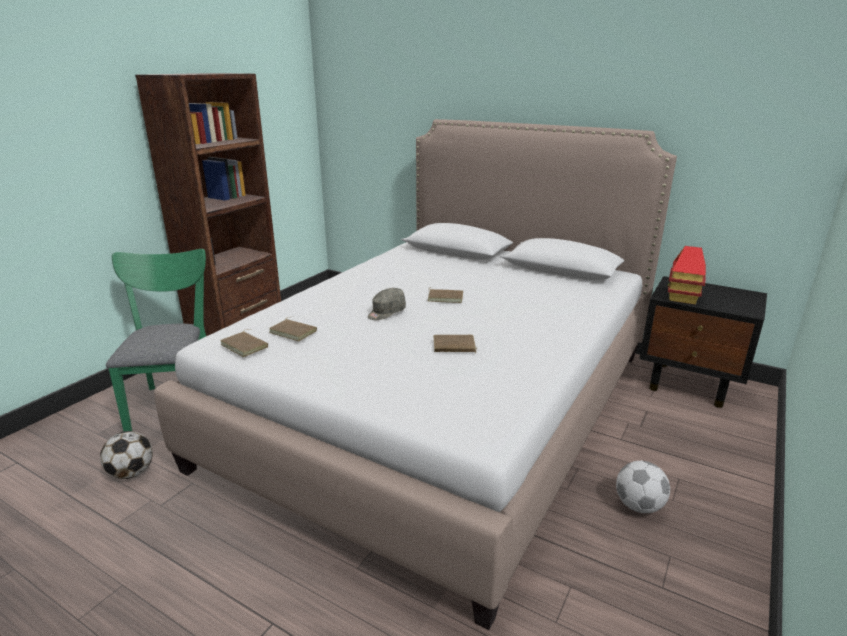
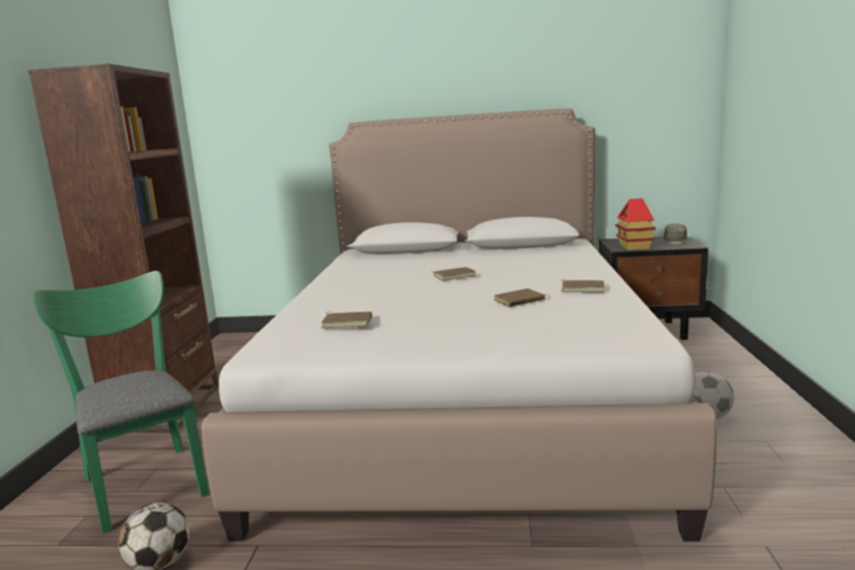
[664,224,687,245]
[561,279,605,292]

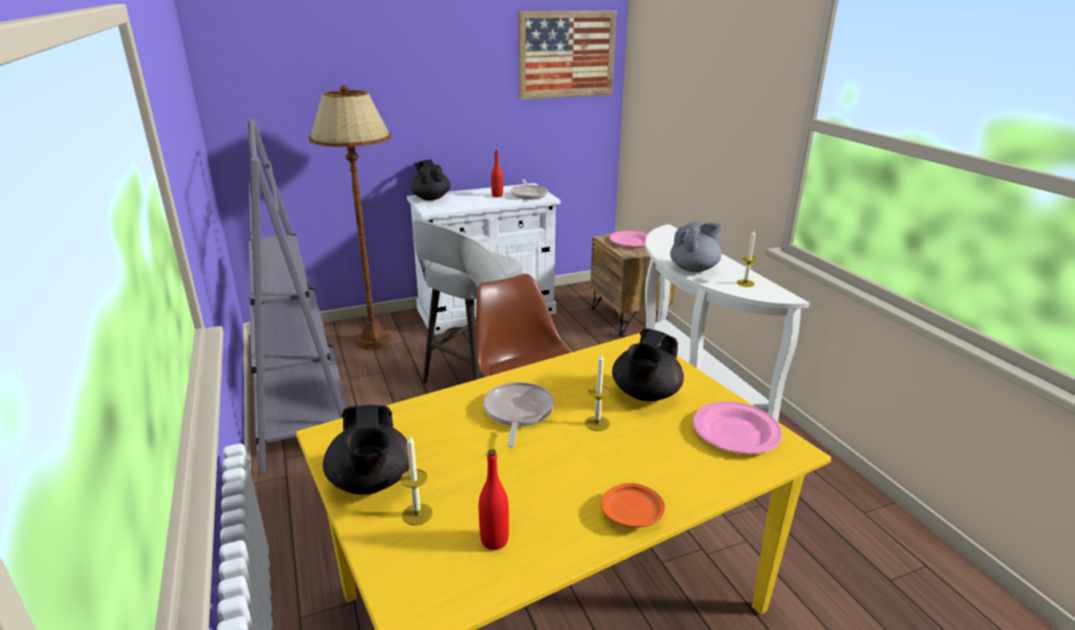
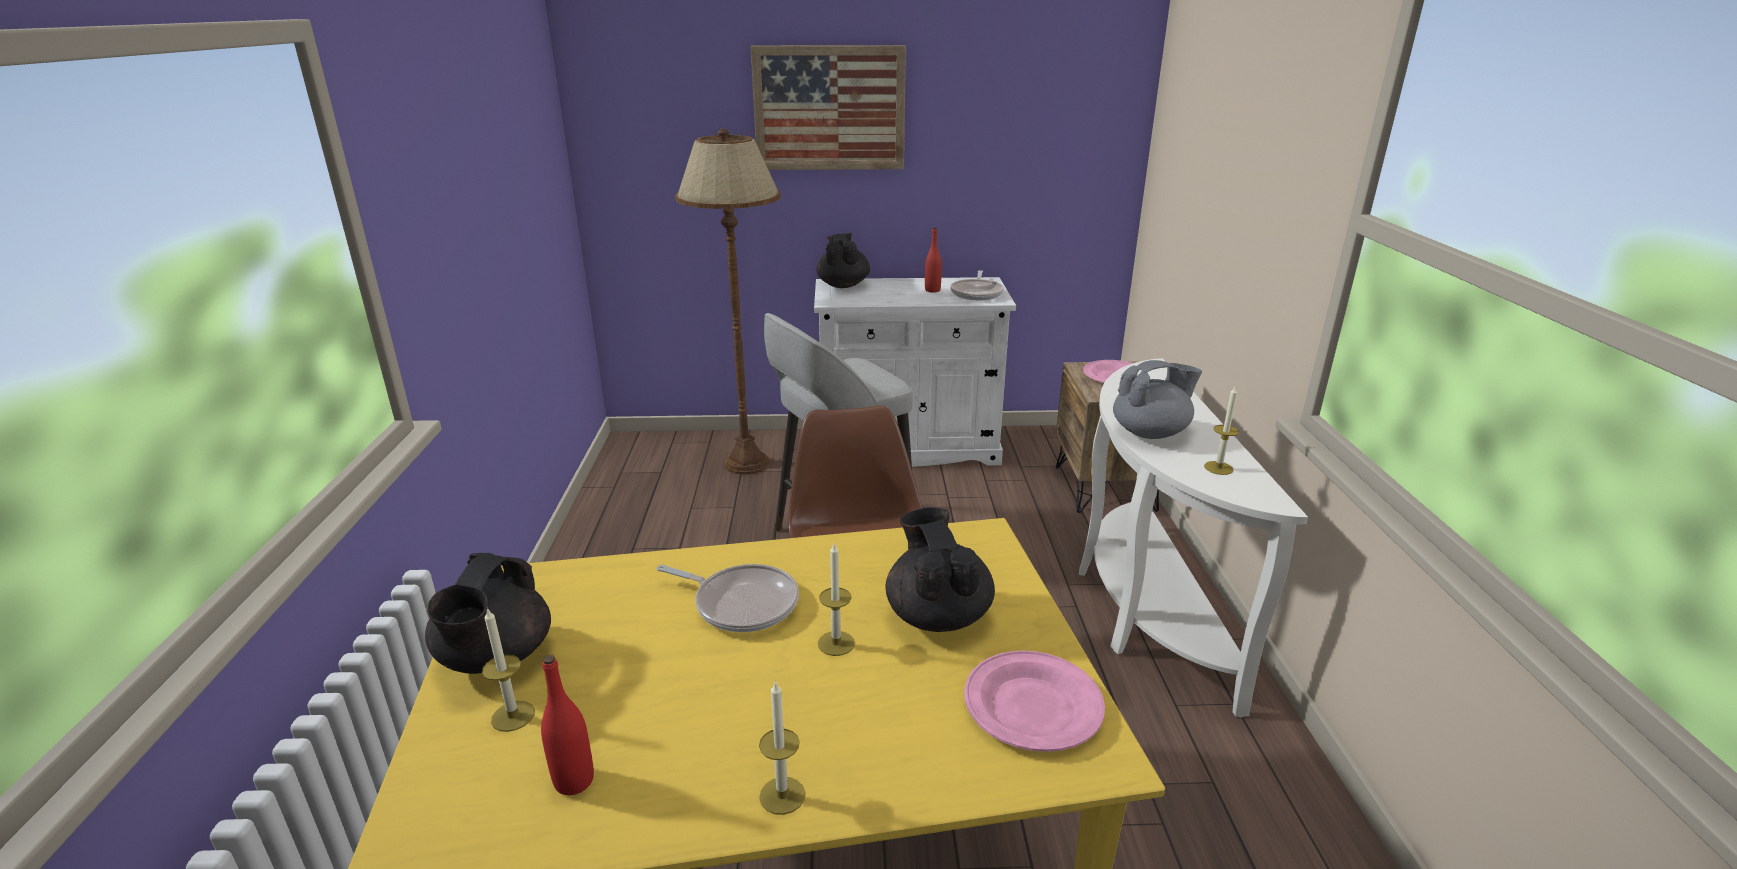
[751,45,906,170]
[248,119,347,475] (first image)
[885,507,995,632]
[657,564,799,632]
[759,680,806,815]

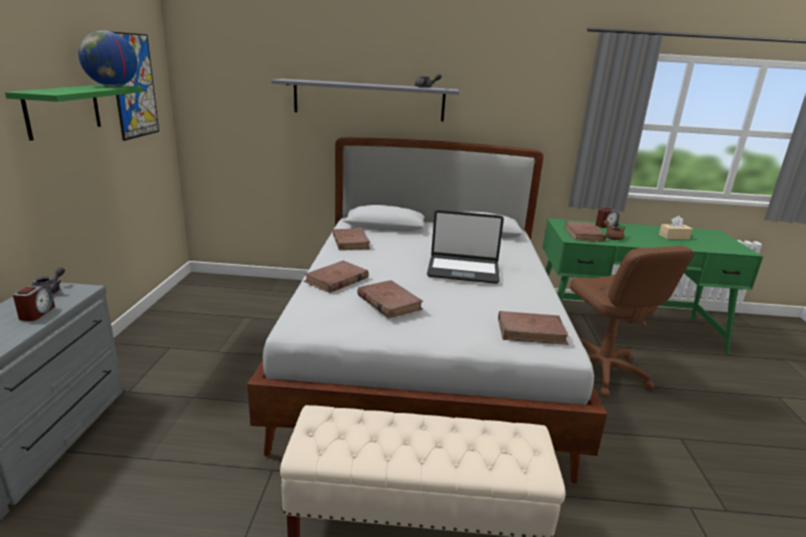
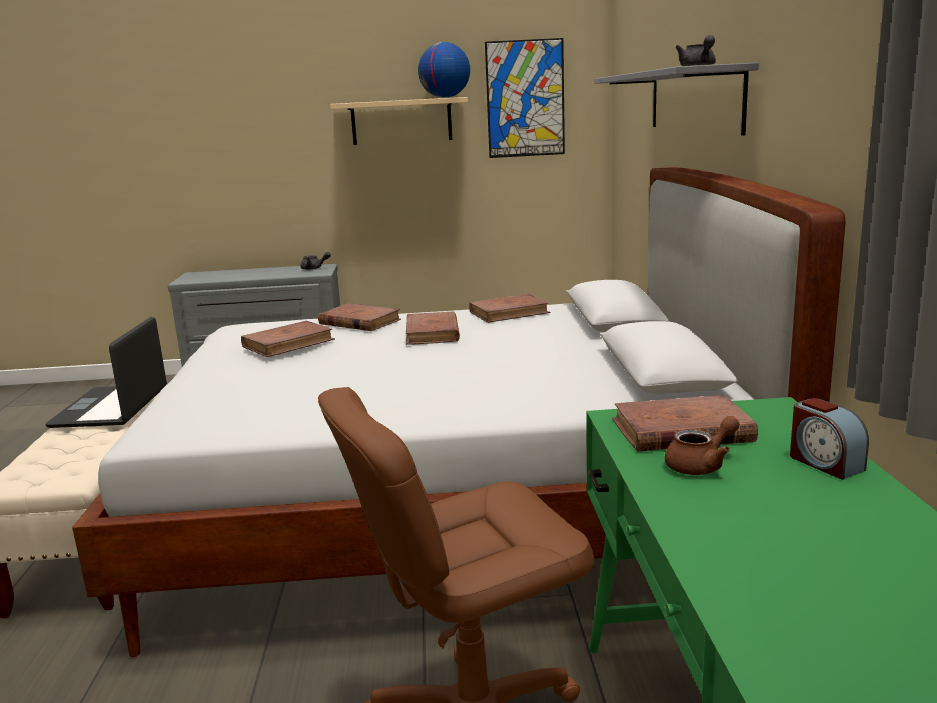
[330,97,468,145]
[45,317,167,428]
[659,216,693,239] (first image)
[13,286,55,321] (first image)
[406,311,460,345]

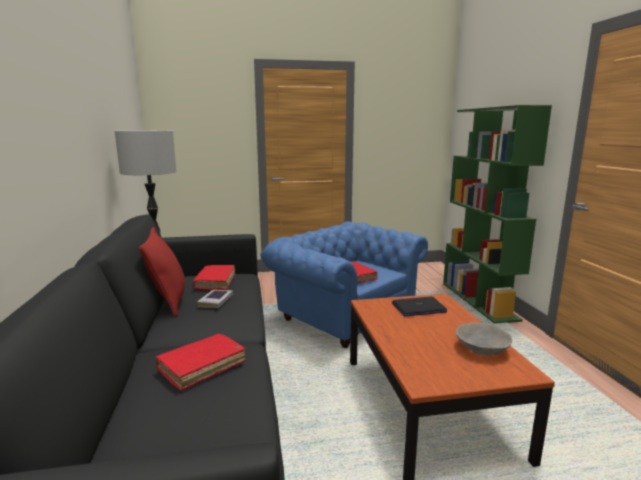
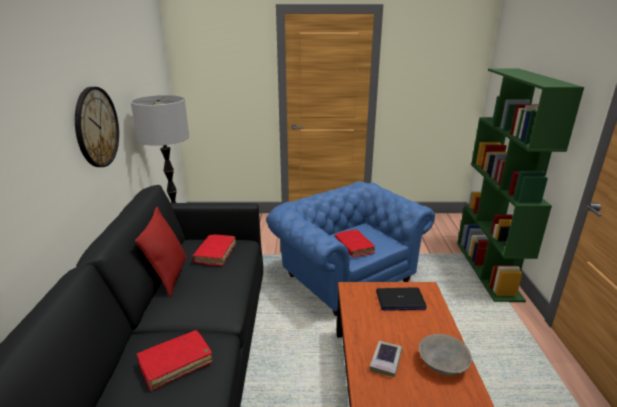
[370,341,402,377]
[75,87,119,167]

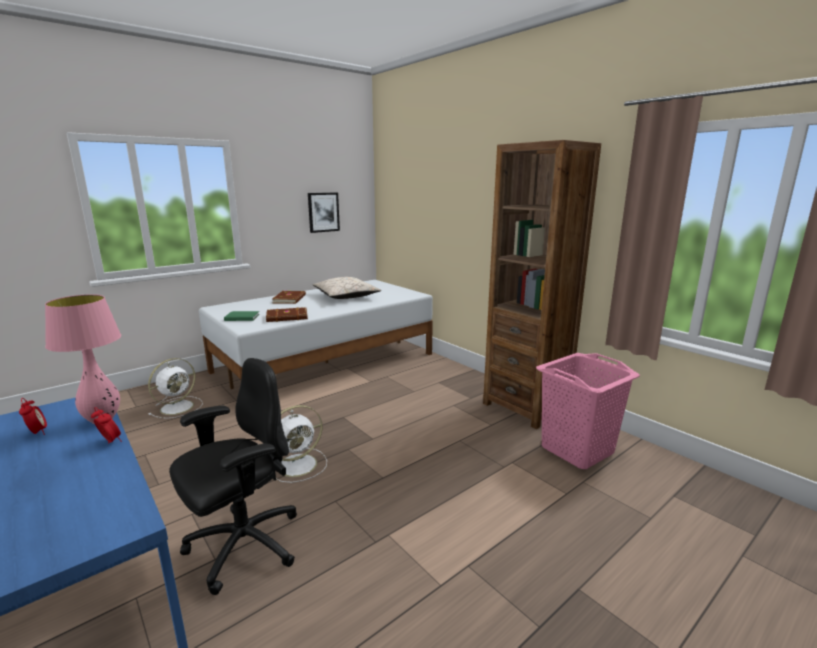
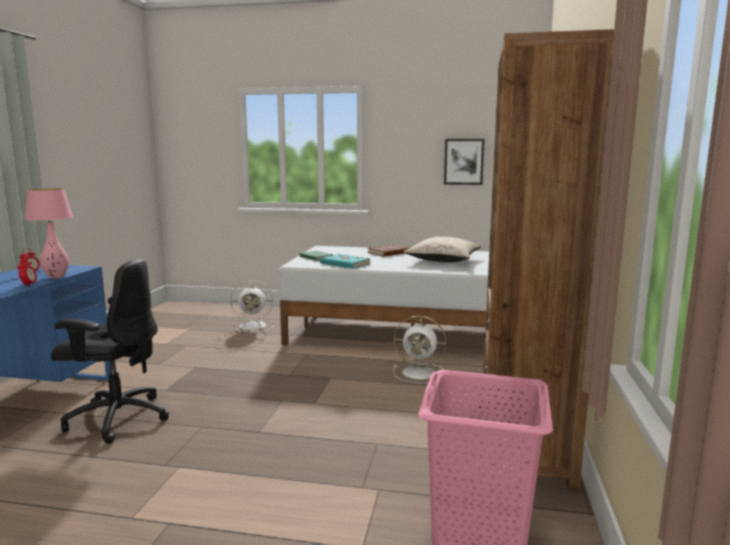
[320,254,371,269]
[393,316,447,384]

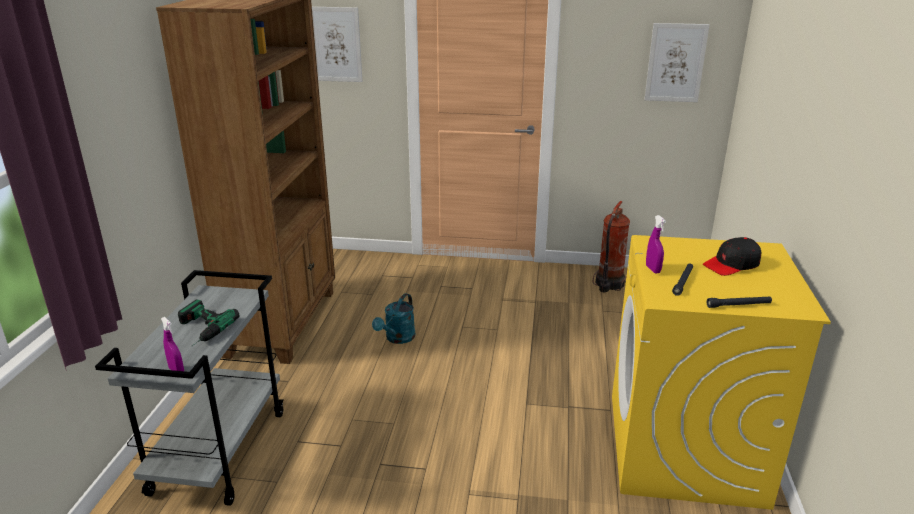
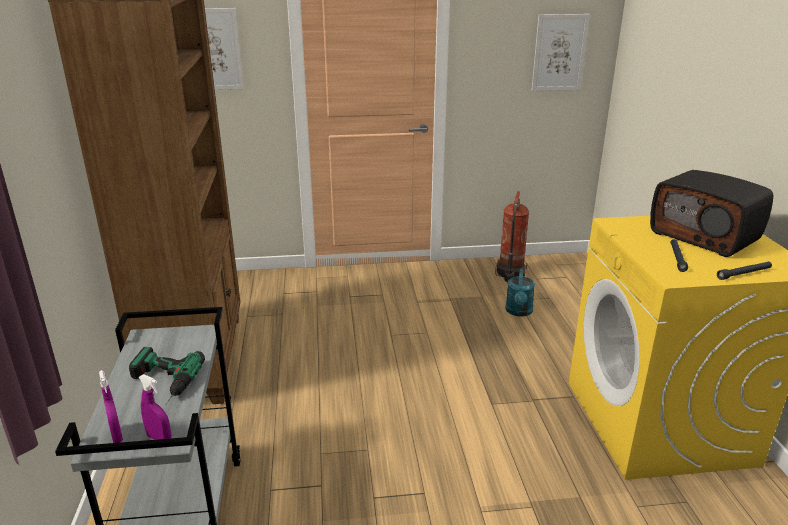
[99,370,123,443]
[650,170,773,257]
[505,269,535,317]

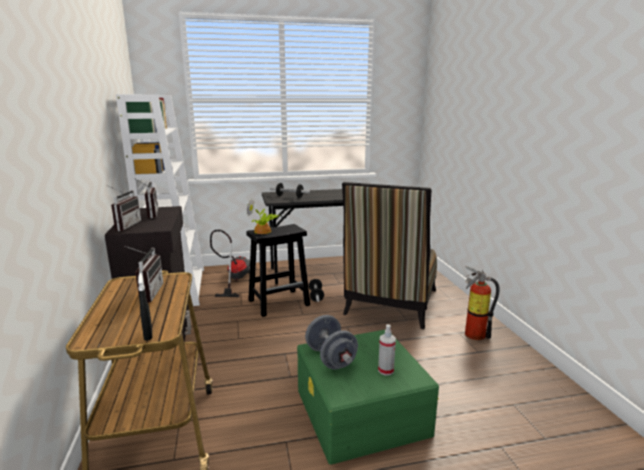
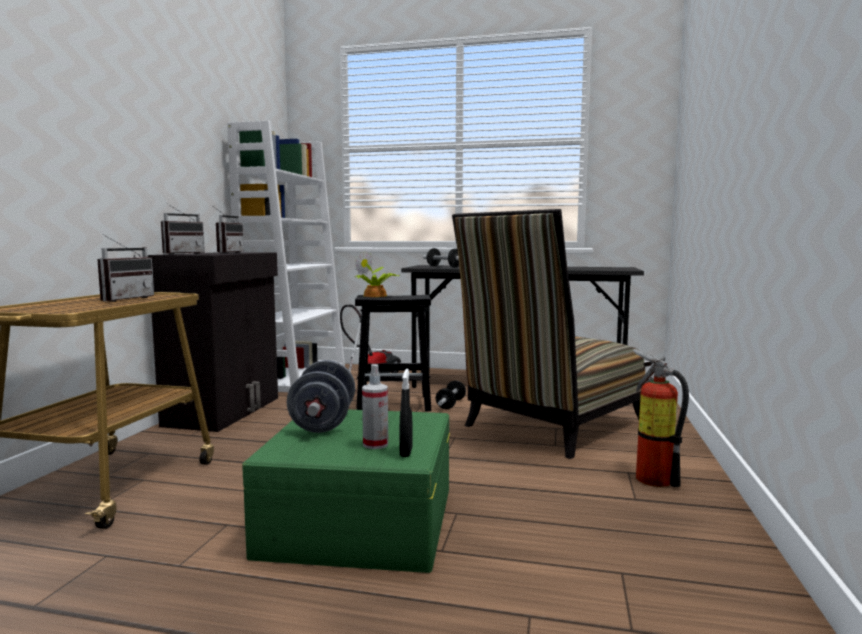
[400,369,413,457]

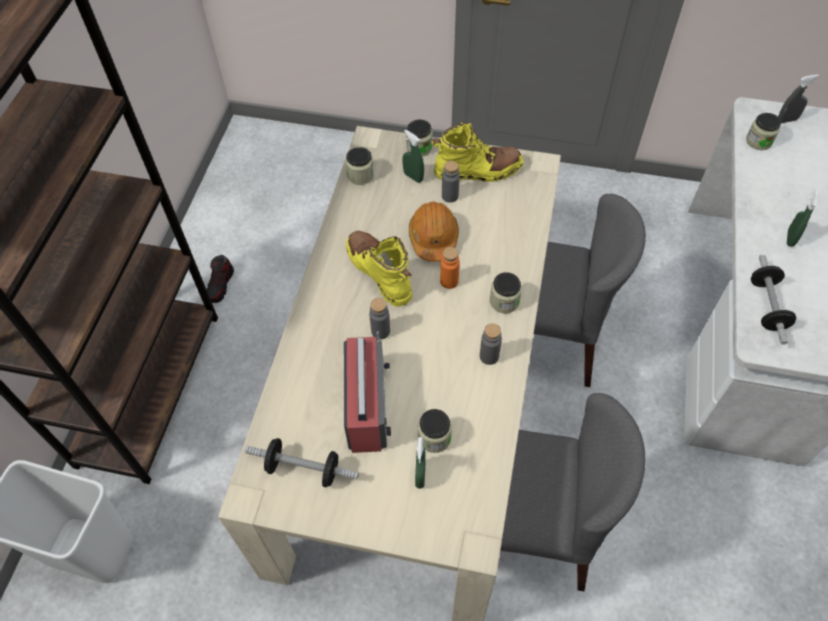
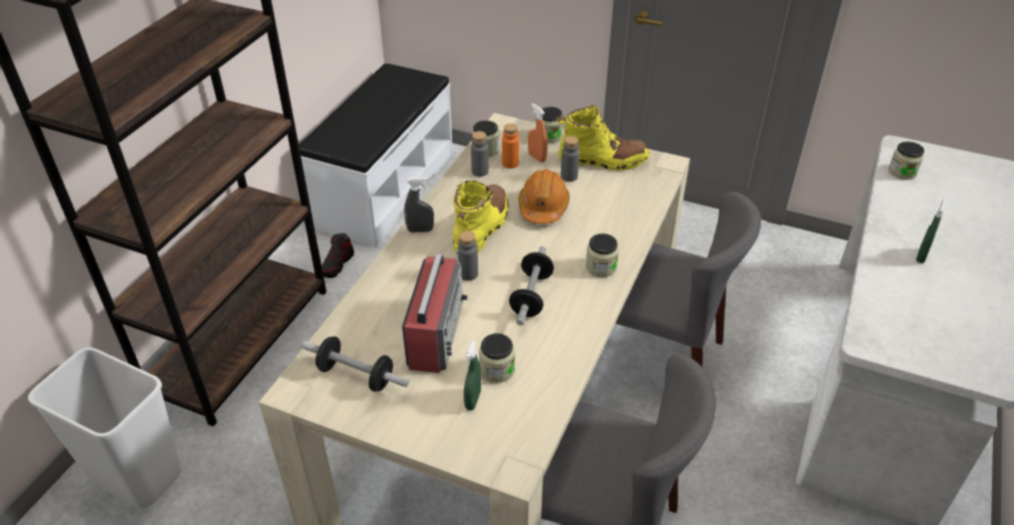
[404,177,434,232]
[528,103,547,163]
[453,180,509,253]
[502,123,519,169]
[509,246,554,325]
[471,131,489,177]
[299,63,453,247]

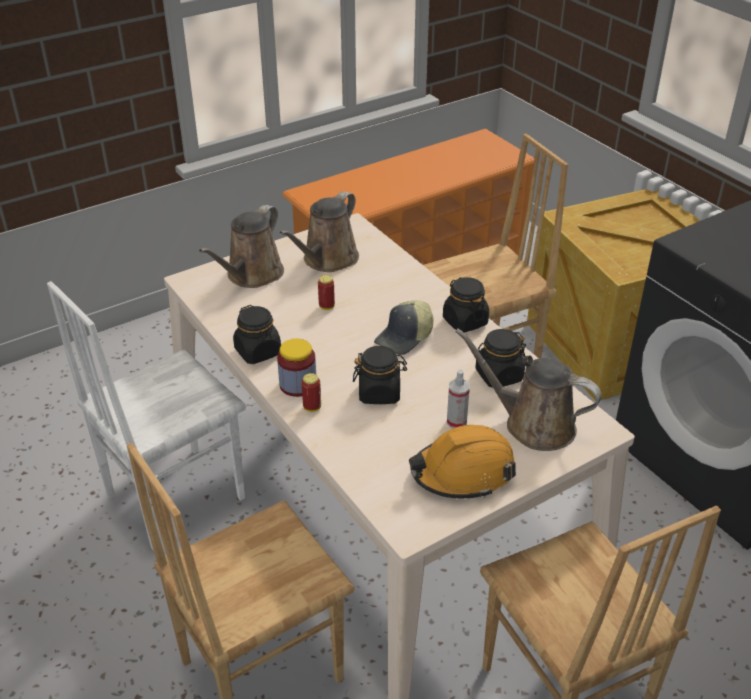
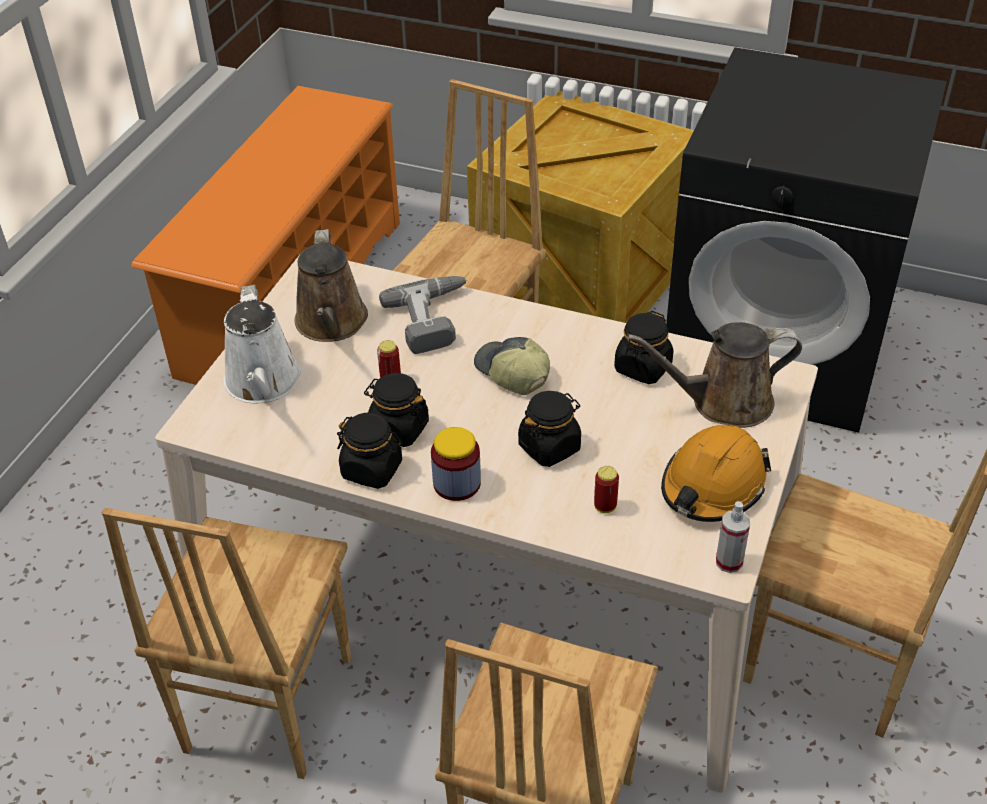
[224,285,301,403]
[364,373,429,447]
[102,508,351,779]
[474,337,550,395]
[716,501,750,573]
[594,466,619,513]
[379,276,467,354]

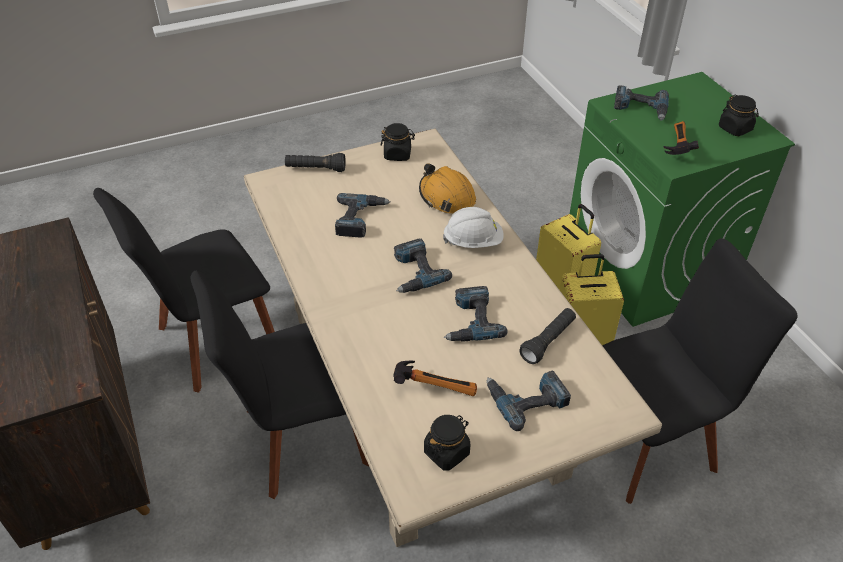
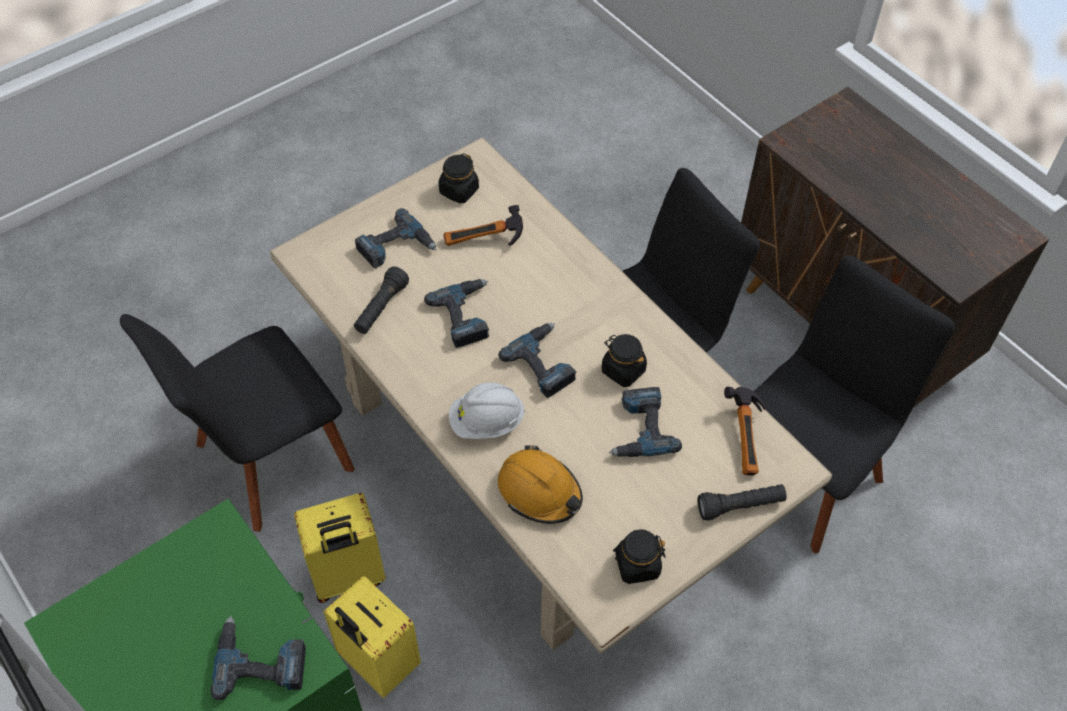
[602,334,647,387]
[724,387,766,476]

